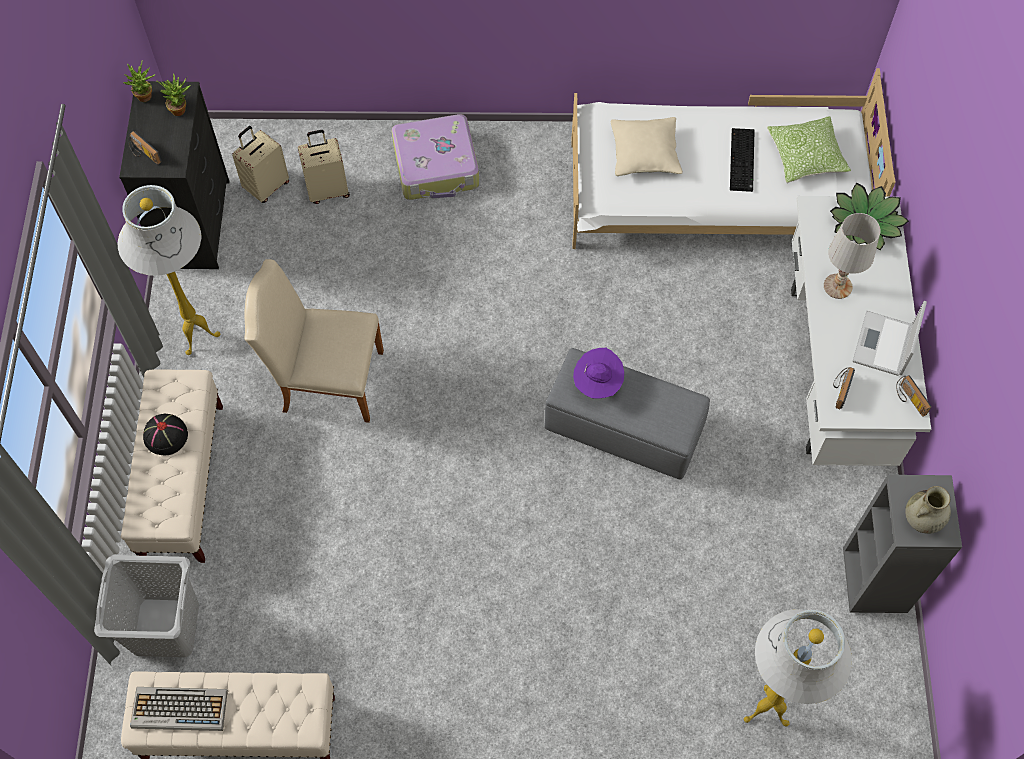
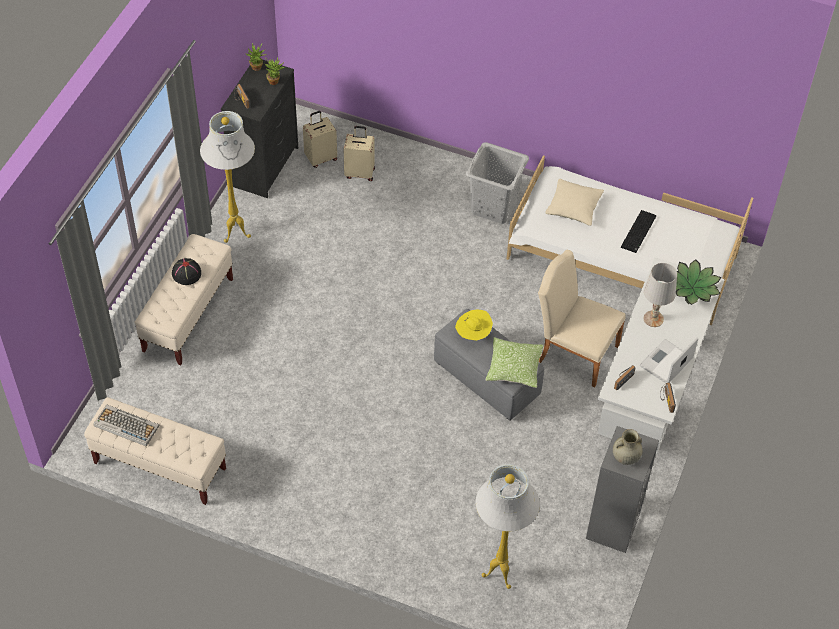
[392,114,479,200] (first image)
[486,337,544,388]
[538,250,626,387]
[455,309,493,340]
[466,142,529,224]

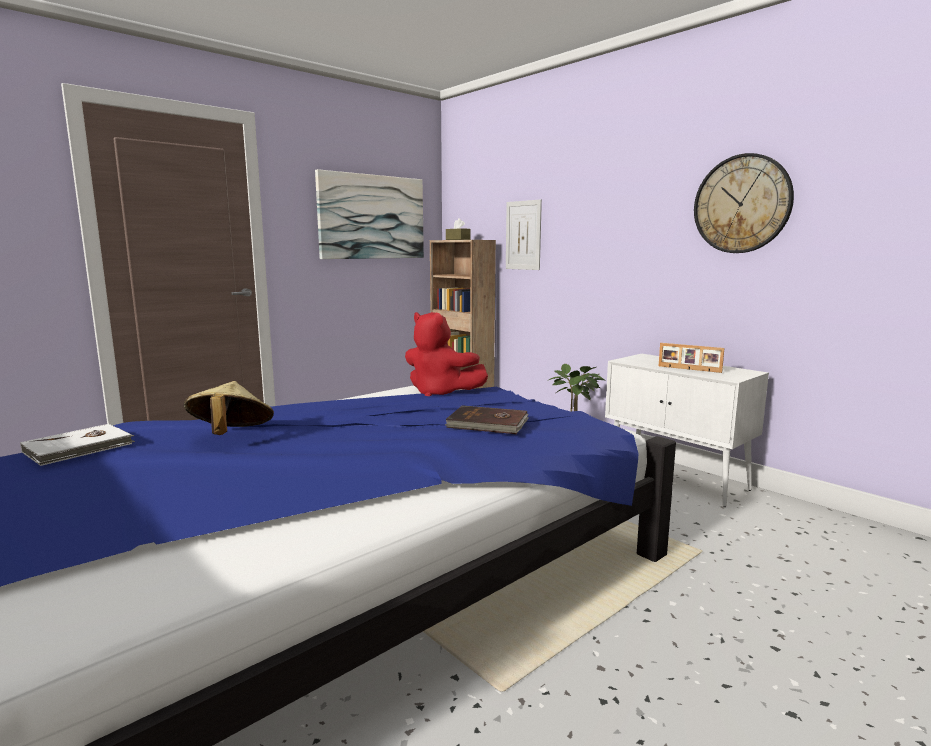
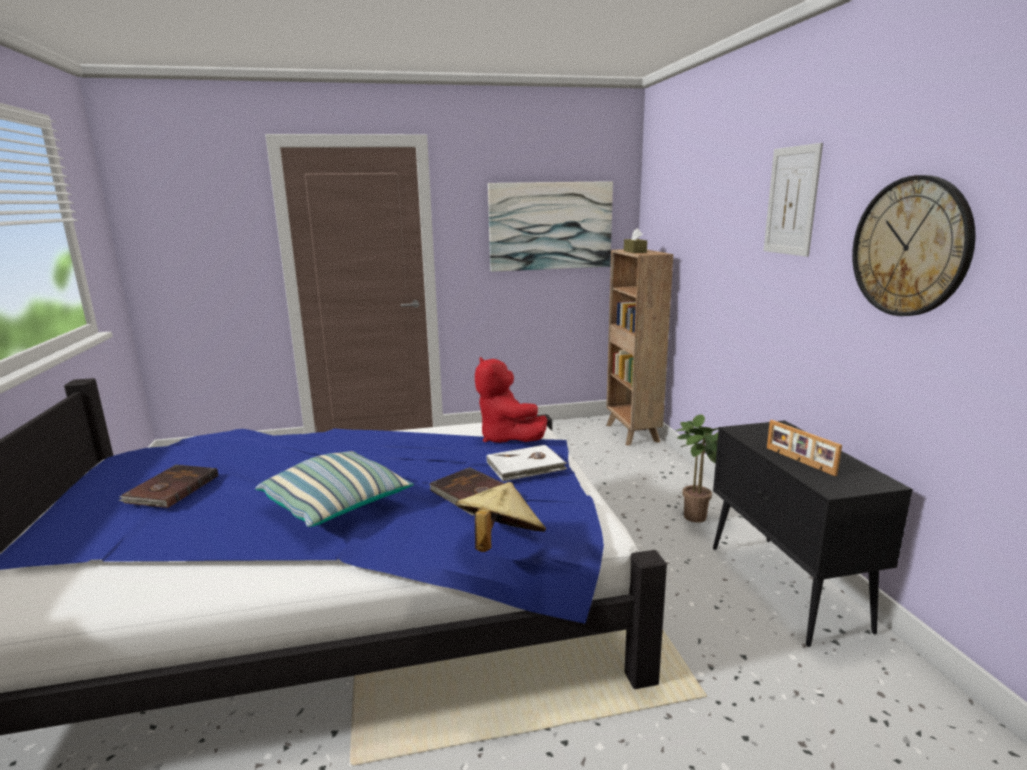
[764,143,823,257]
[713,420,912,647]
[455,482,546,552]
[487,445,568,481]
[255,451,414,527]
[119,465,218,508]

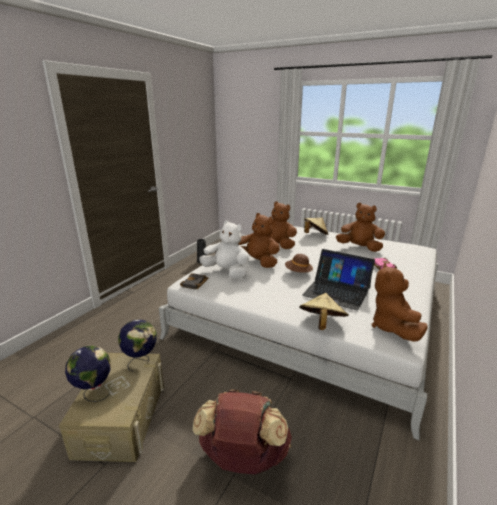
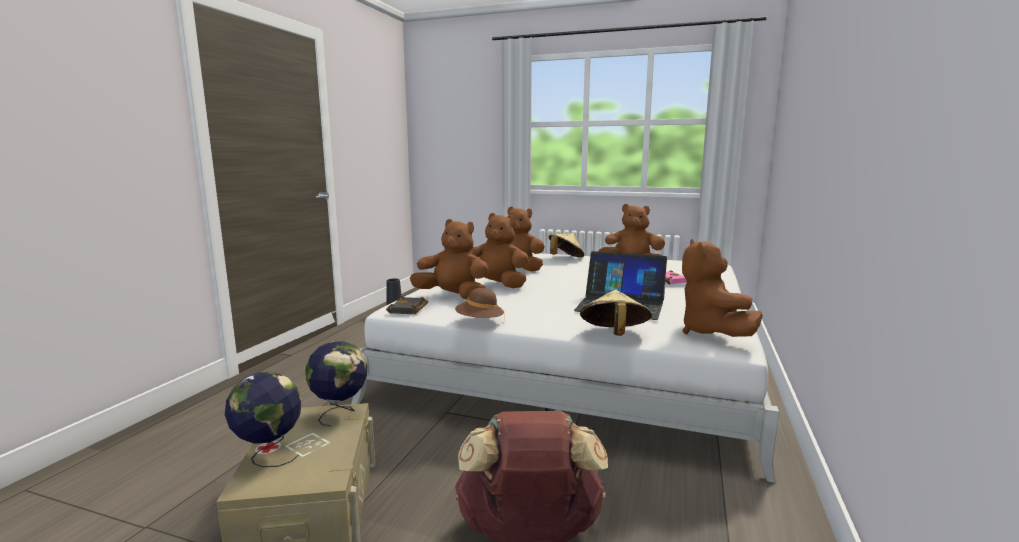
[410,219,489,299]
[455,288,505,322]

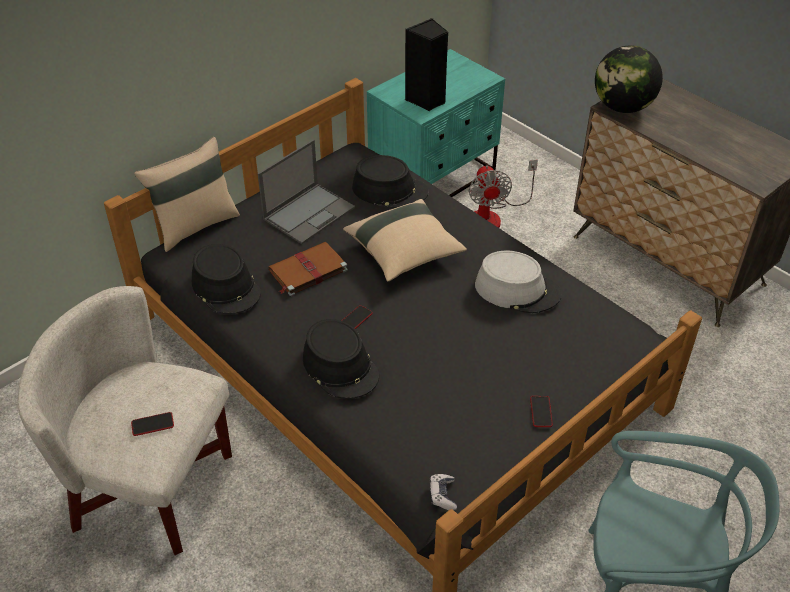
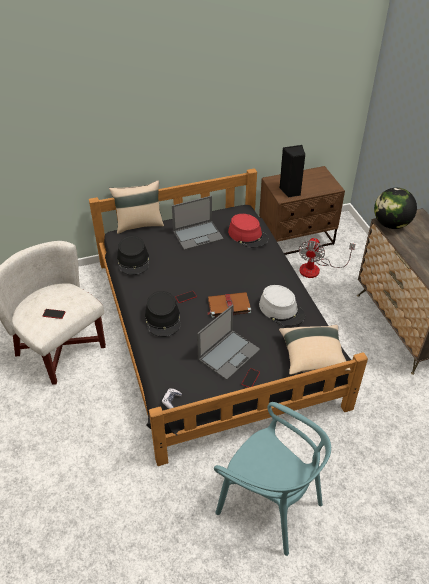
[259,166,345,255]
[228,214,269,248]
[279,325,351,375]
[207,292,251,318]
[197,305,260,380]

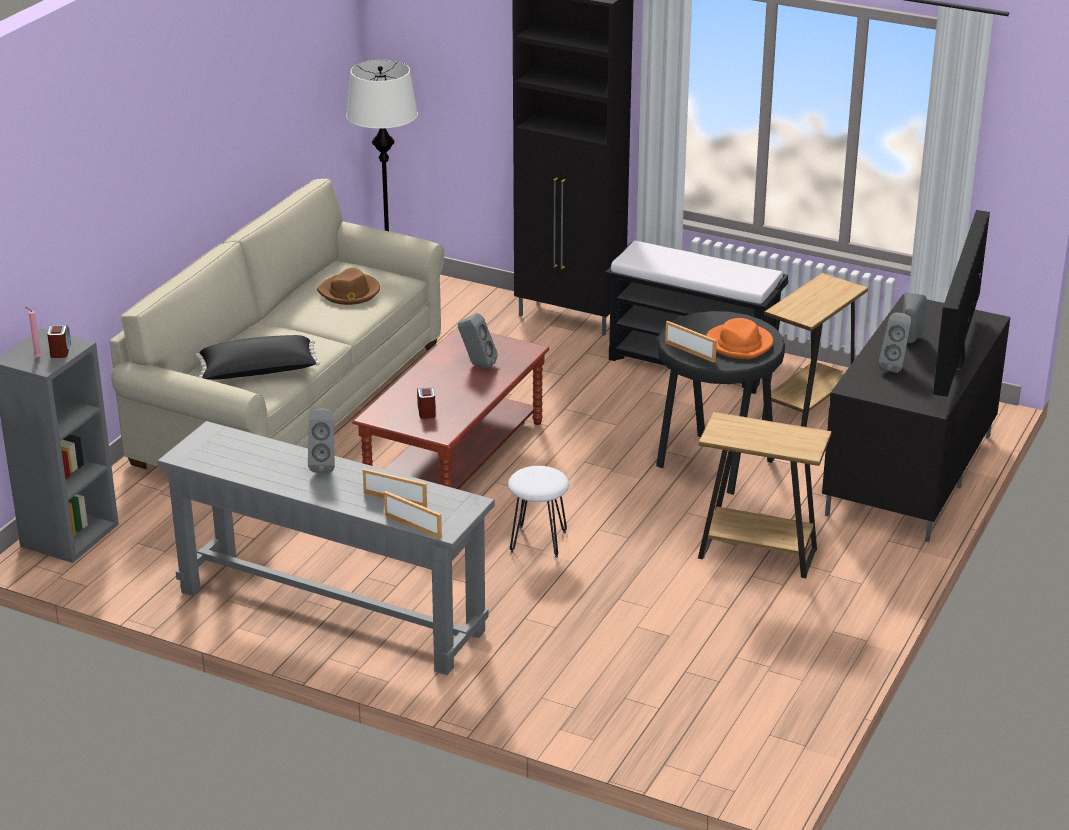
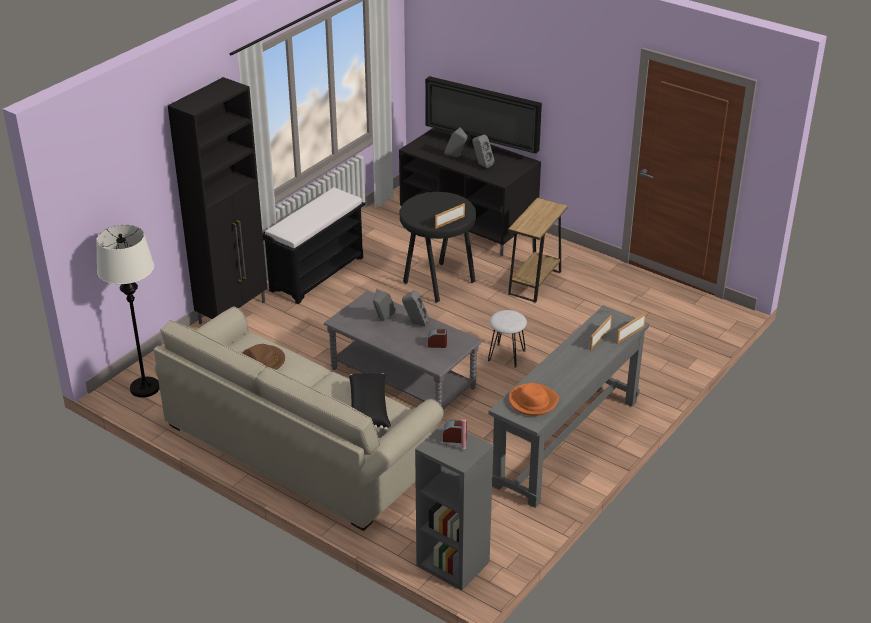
[762,273,868,427] (first image)
[509,383,559,416]
[324,291,483,410]
[402,291,428,326]

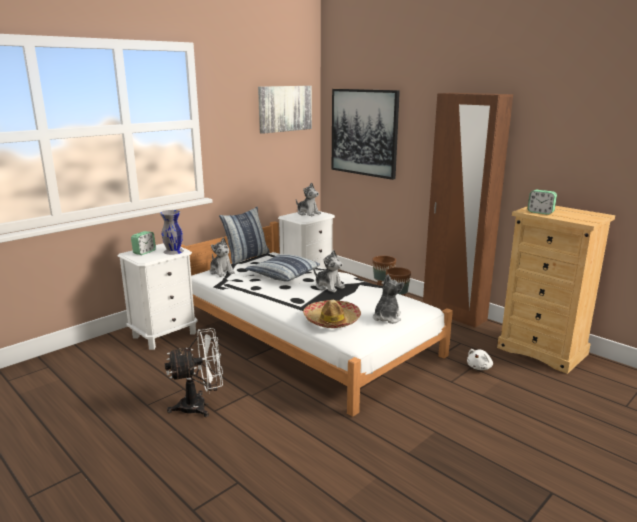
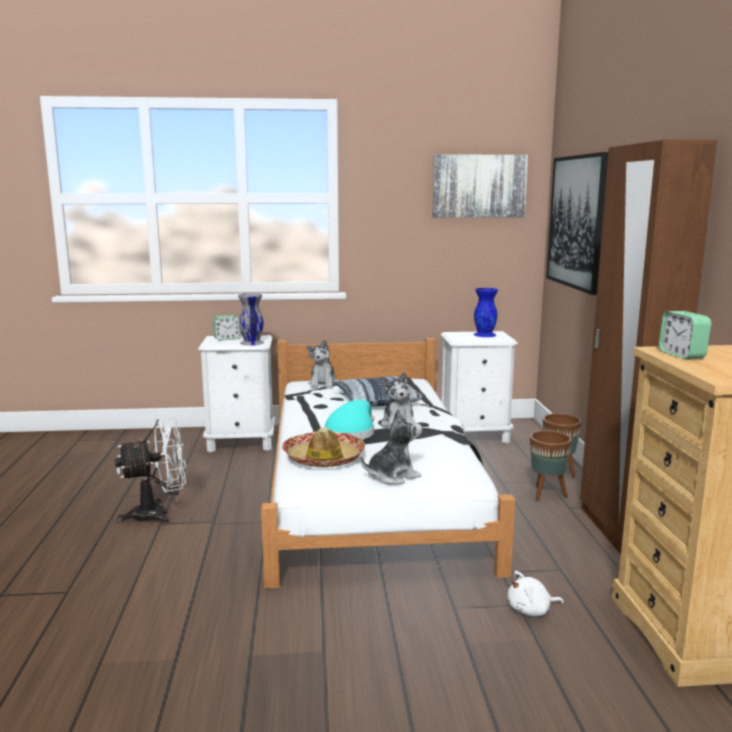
[473,288,498,337]
[219,207,270,264] (first image)
[115,417,186,524]
[324,400,374,440]

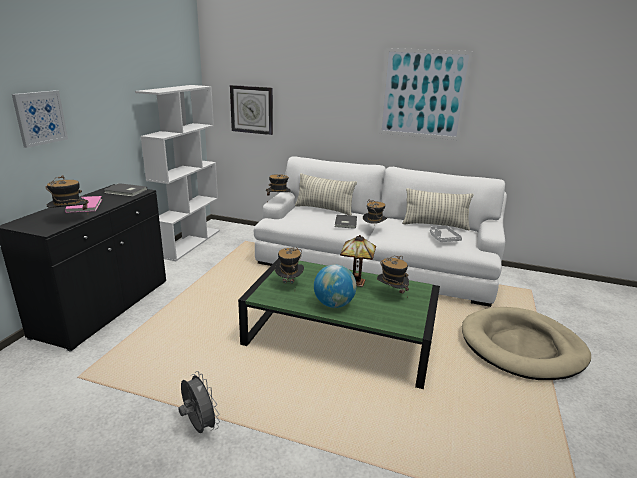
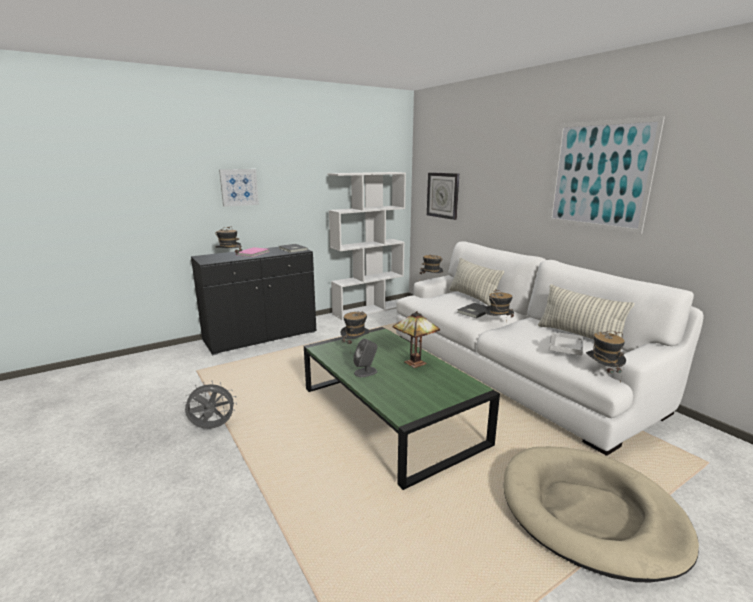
[586,331,626,382]
[353,339,378,377]
[183,381,237,429]

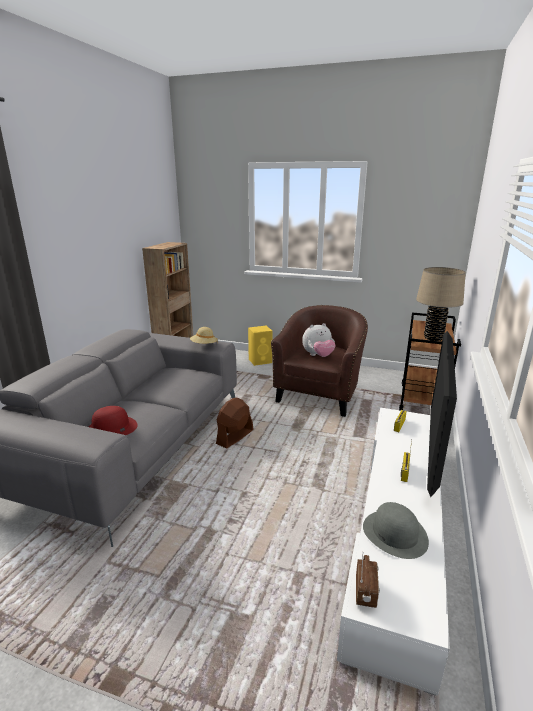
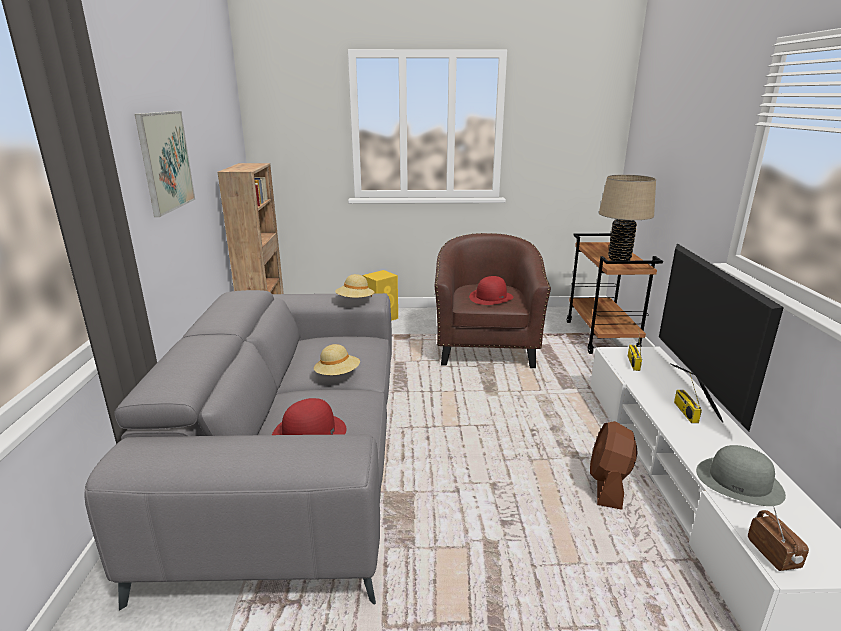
[469,276,514,305]
[590,421,638,510]
[135,111,195,217]
[314,344,360,375]

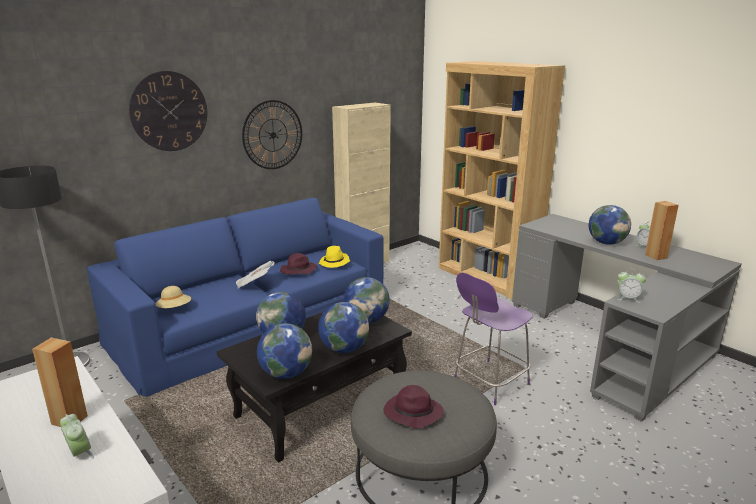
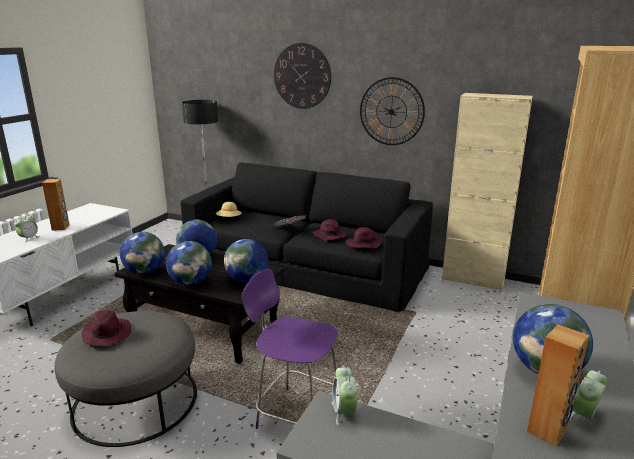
[181,163,433,312]
[346,227,382,249]

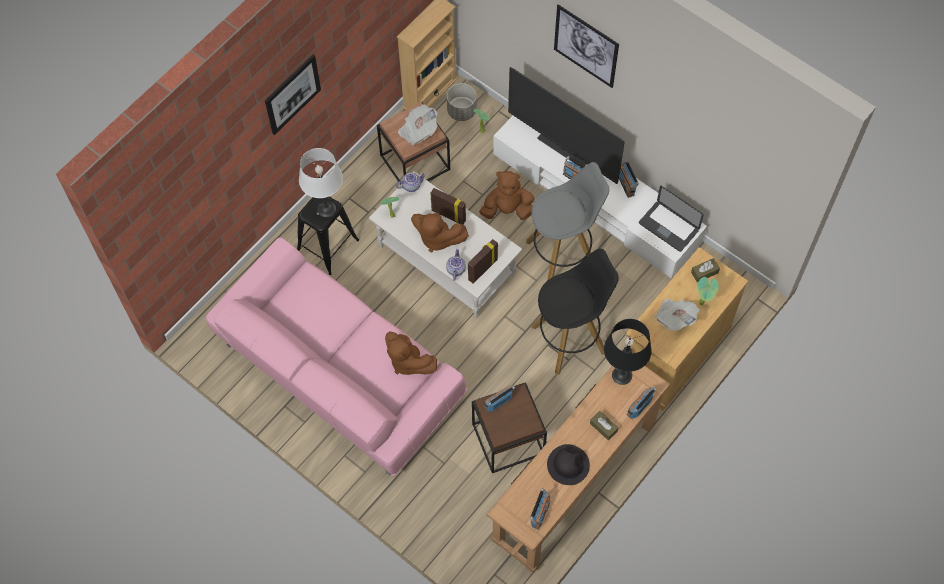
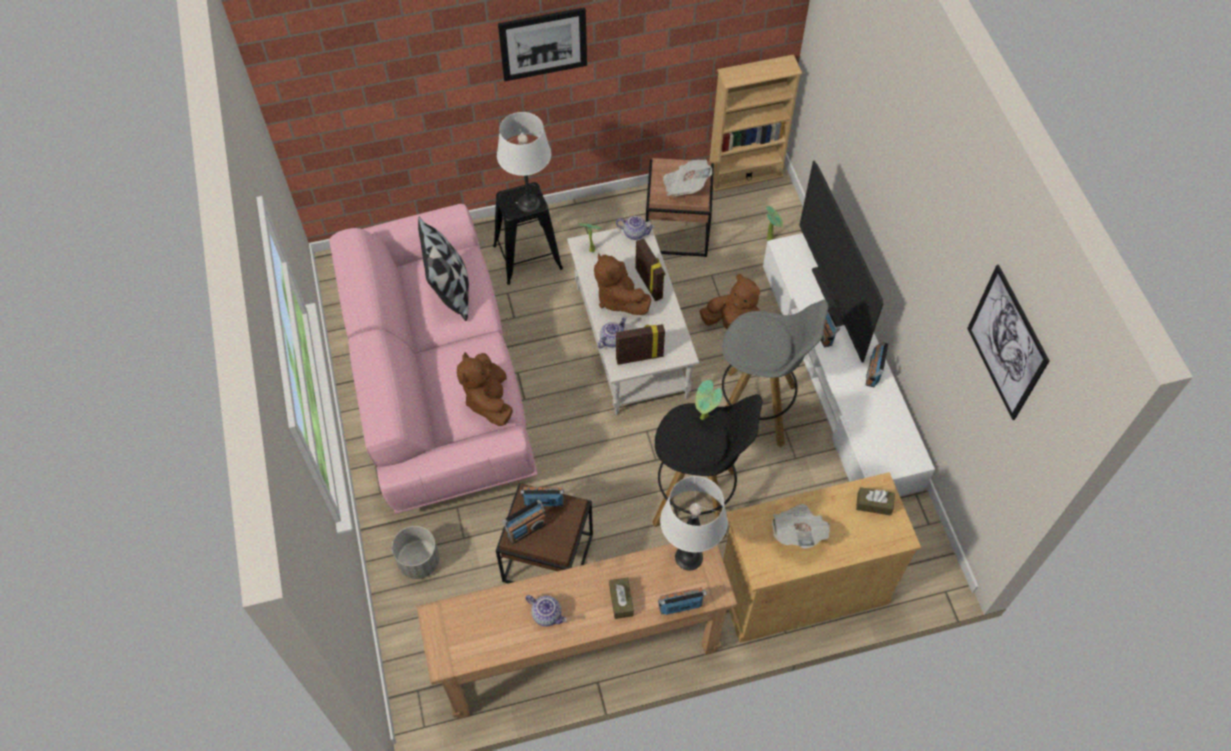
[967,265,1050,420]
[392,526,440,579]
[639,186,704,252] (first image)
[695,380,722,420]
[660,476,728,570]
[526,595,567,627]
[503,500,547,544]
[418,217,469,321]

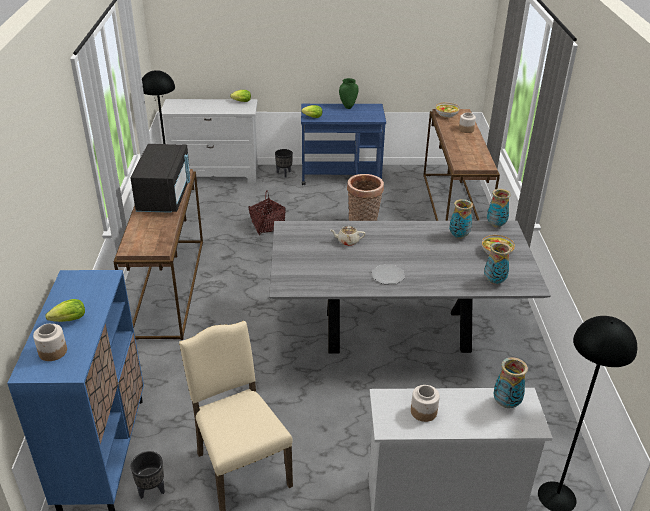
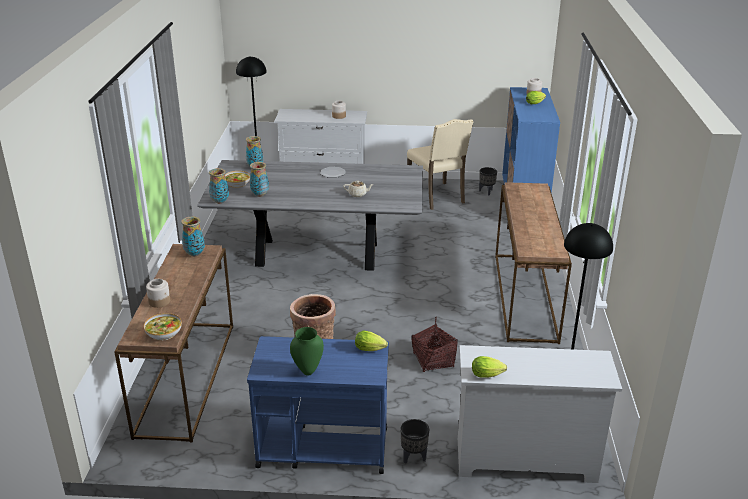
[130,144,190,213] (first image)
[181,216,205,257]

